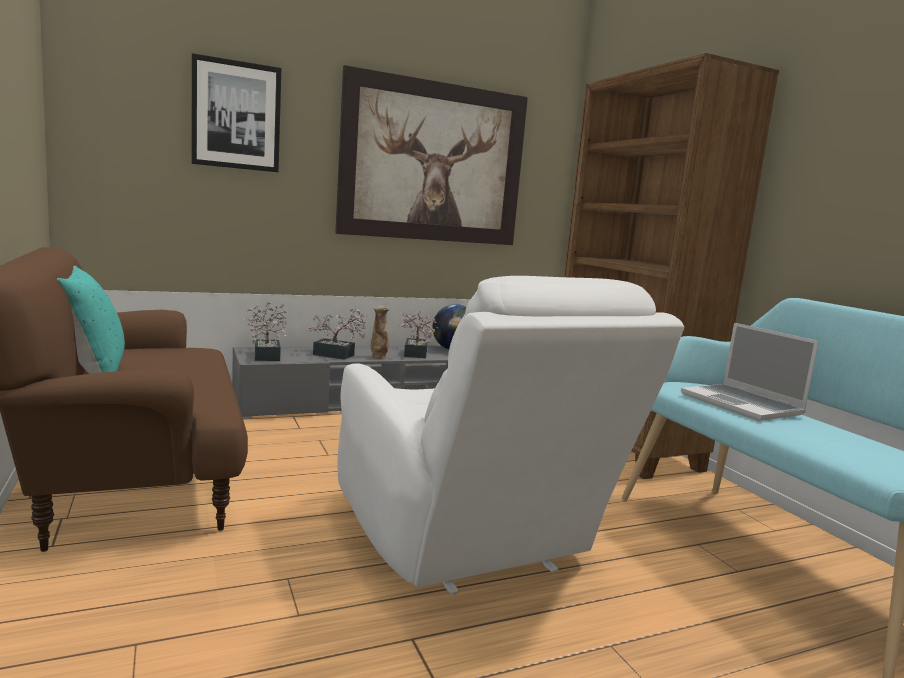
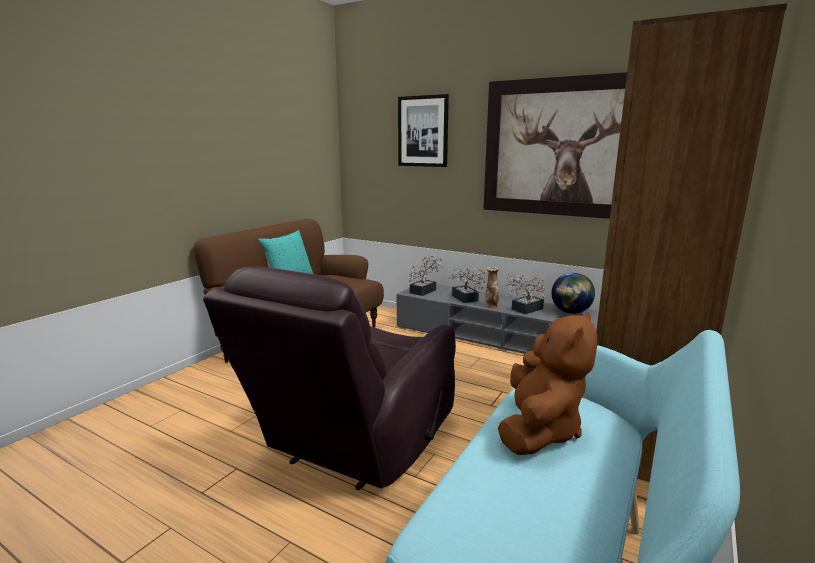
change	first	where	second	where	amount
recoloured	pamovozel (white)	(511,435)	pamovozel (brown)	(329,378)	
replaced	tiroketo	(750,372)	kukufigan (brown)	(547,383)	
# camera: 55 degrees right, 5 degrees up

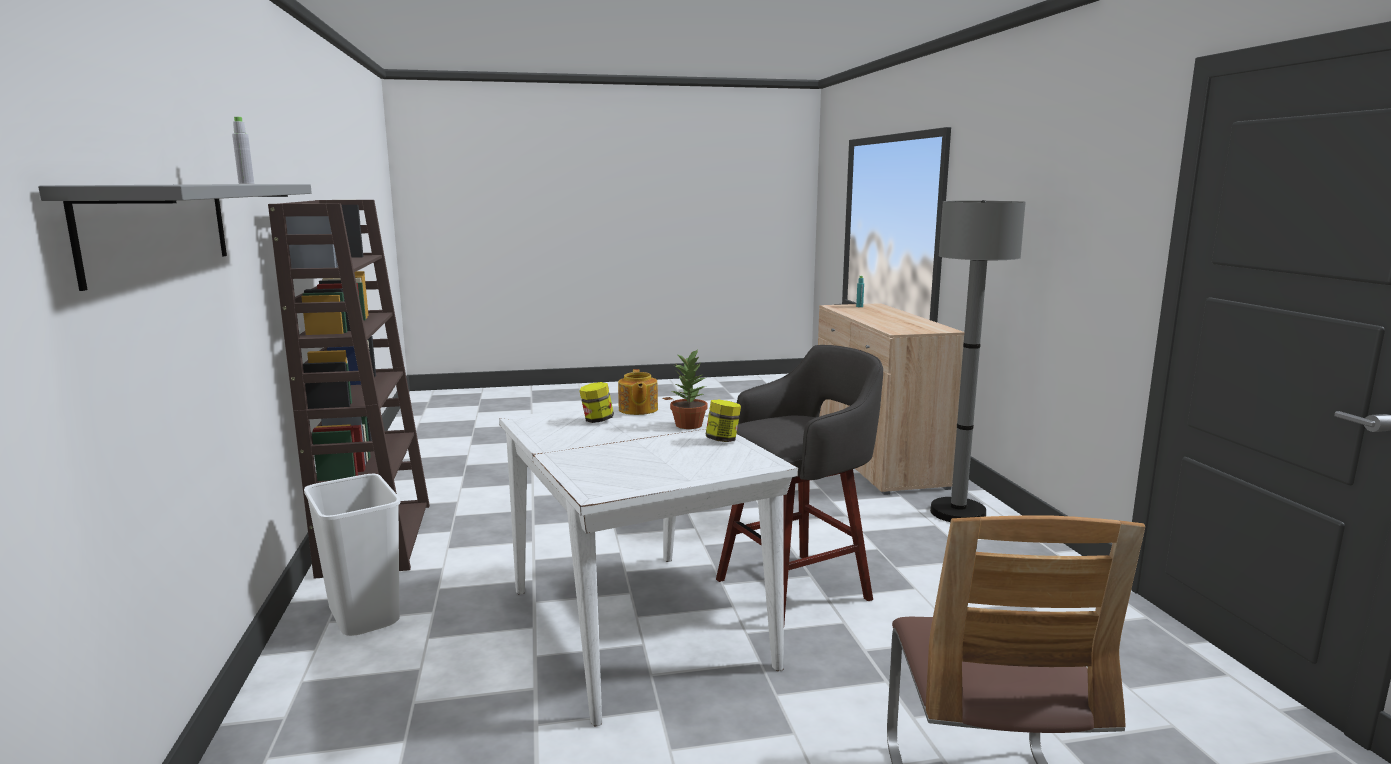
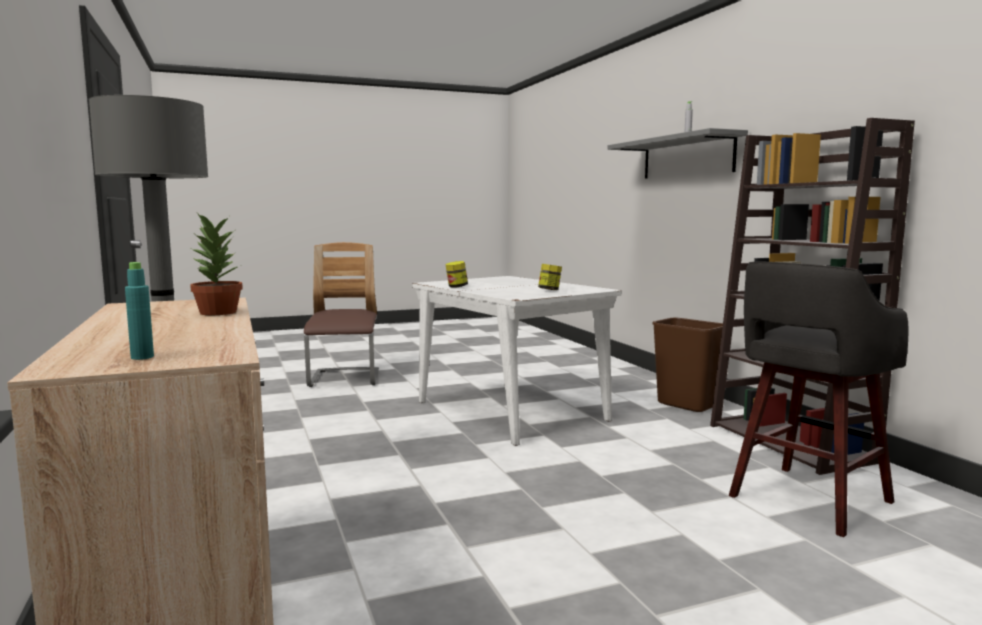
change	first	where	second	where	amount
moved	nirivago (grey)	(799,484)		(818,399)	
moved	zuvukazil	(689,389)		(216,264)	
removed	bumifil	(638,392)			
recoloured	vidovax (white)	(352,555)	vidovax (brown)	(687,365)	
# camera: 170 degrees right, 5 degrees down

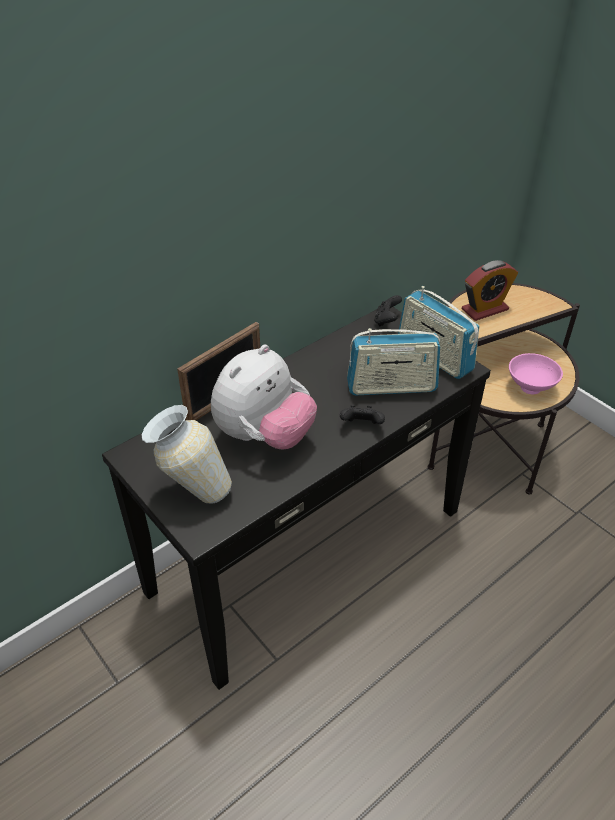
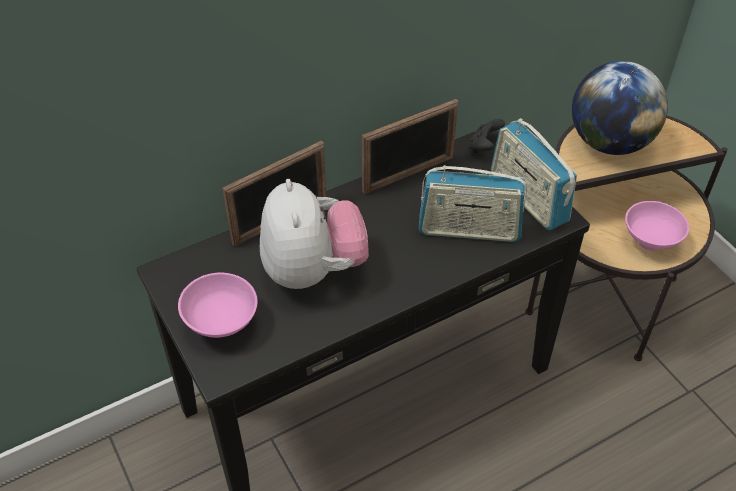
change	first	where	second	where	amount
replaced	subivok	(490,290)	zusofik	(620,108)	
turned	kukufigan	(264,397)		(314,234)	60 degrees counterclockwise
replaced	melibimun	(187,454)	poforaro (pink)	(217,305)	
removed	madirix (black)	(362,414)			
added			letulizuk	(410,146)	
# camera: 10 degrees right, 5 degrees up

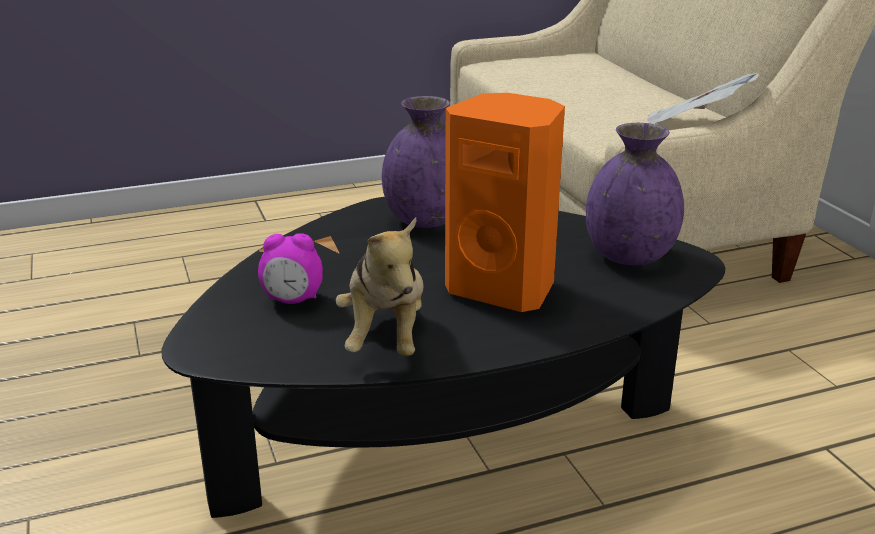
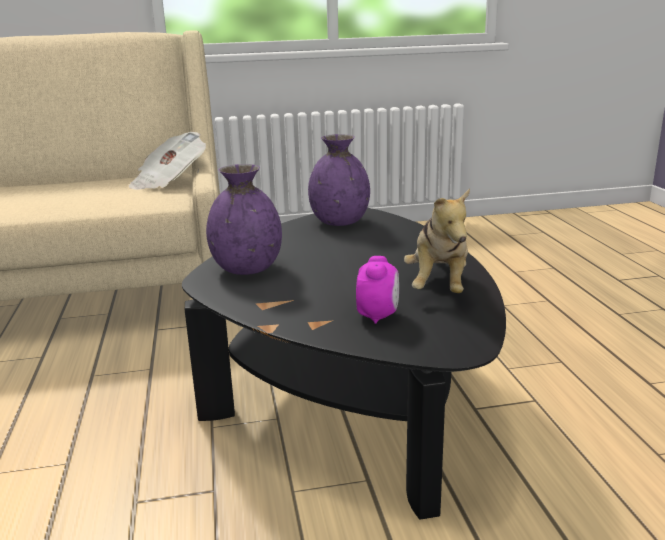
change	first	where	second	where	amount
removed	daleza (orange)	(505,202)			
turned	kukufigan	(380,287)		(437,241)	90 degrees clockwise
# camera: 80 degrees left, 5 degrees down

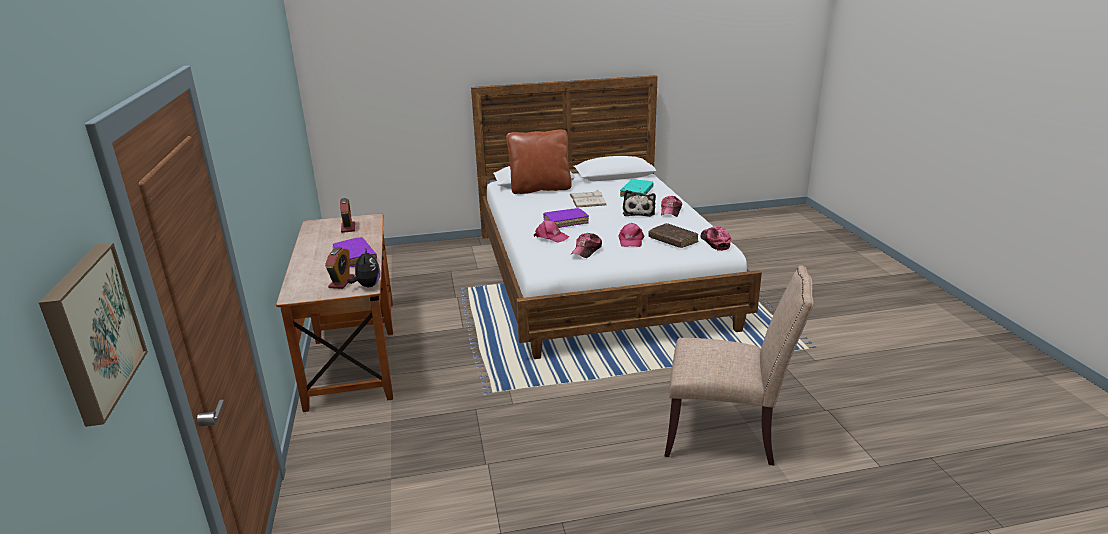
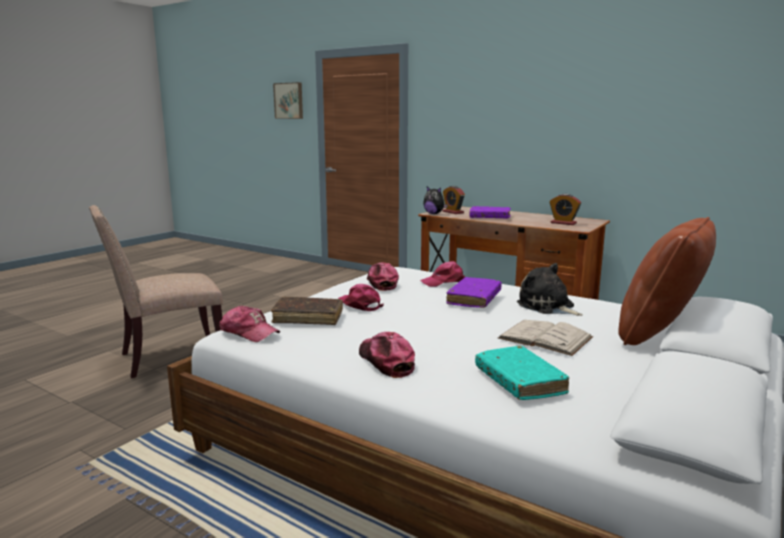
change	first	where	second	where	amount
moved	kukufigan	(639,203)		(550,289)	
# camera: 135 degrees right, 10 degrees down

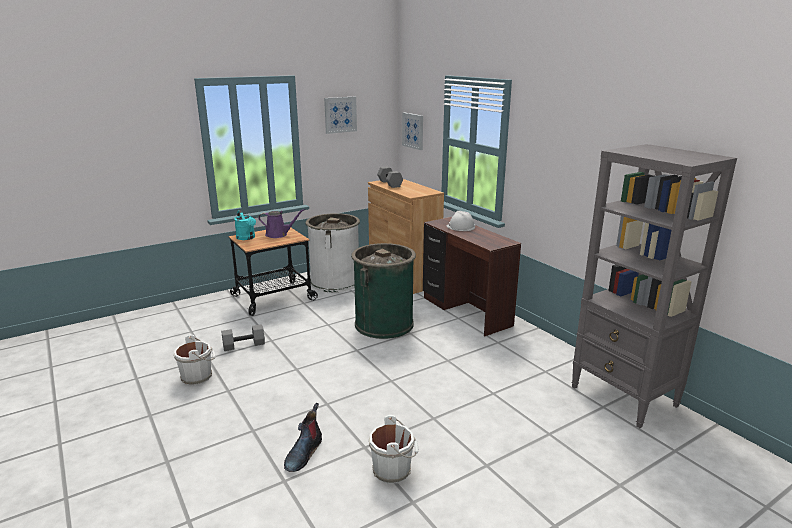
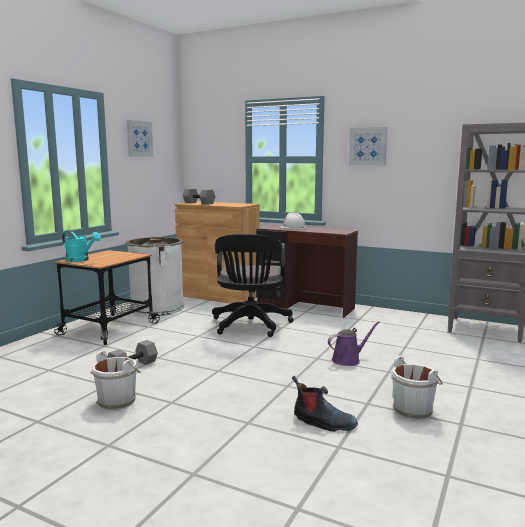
change	first	where	second	where	amount
moved	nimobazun	(412,131)		(368,146)	
moved	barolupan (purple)	(281,223)		(354,343)	
replaced	vidovax (green)	(383,291)	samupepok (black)	(253,285)	
turned	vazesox	(303,437)		(325,404)	60 degrees counterclockwise
# camera: 30 degrees left, 10 degrees down

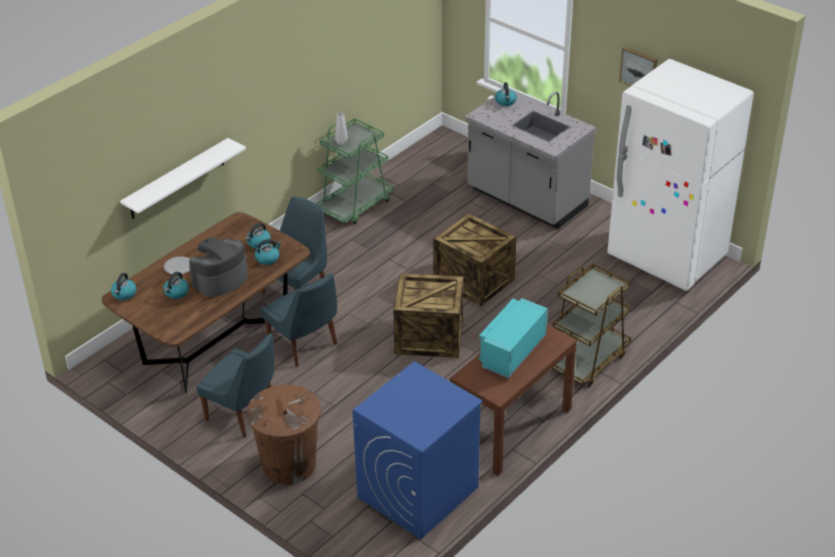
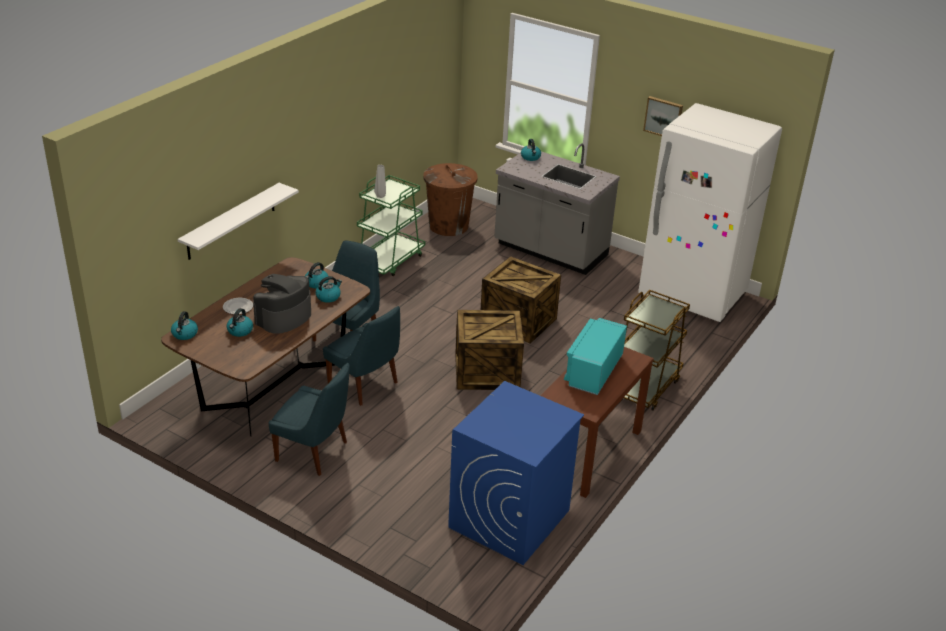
change	first	where	second	where	amount
moved	vidovax (brown)	(284,434)		(450,199)	
# camera: 10 degrees left, 5 degrees down

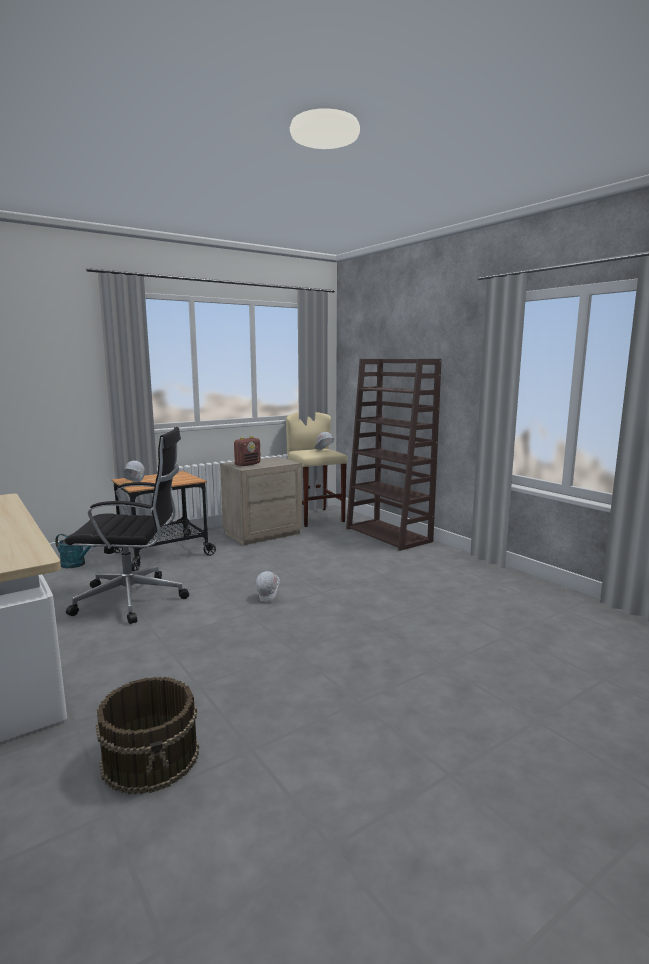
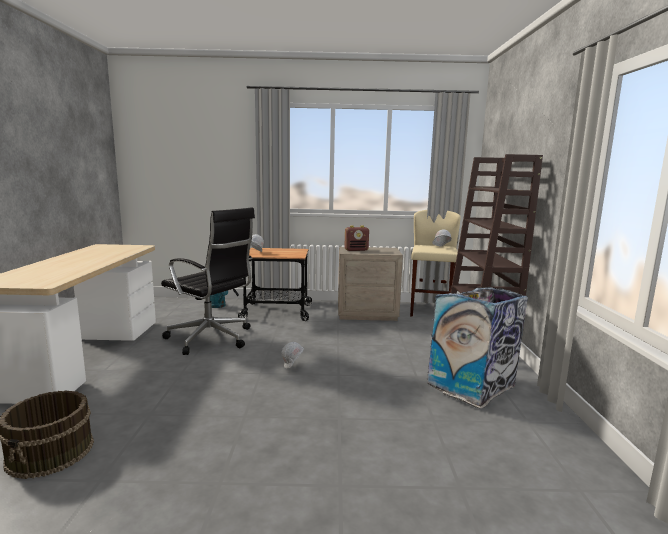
change	first	where	second	where	amount
added			vidovax	(477,348)	
# camera: 35 degrees right, 0 degrees up

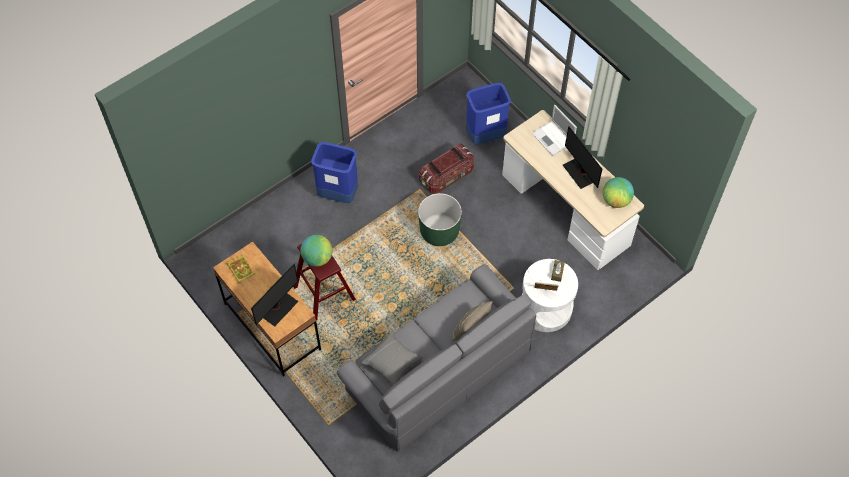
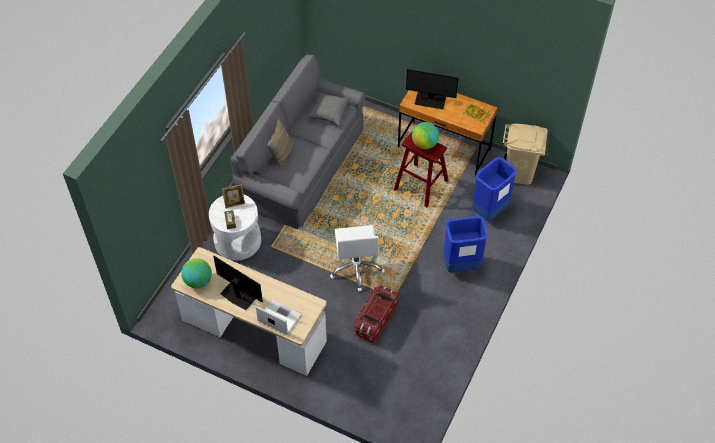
change	first	where	second	where	amount
moved	vidovax (blue)	(488,114)		(494,189)	
replaced	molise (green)	(440,219)	samupepok (white)	(357,258)	
turned	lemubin	(275,295)		(432,89)	90 degrees counterclockwise
added			vidovax (beige)	(525,154)	
# camera: 155 degrees right, 5 degrees down

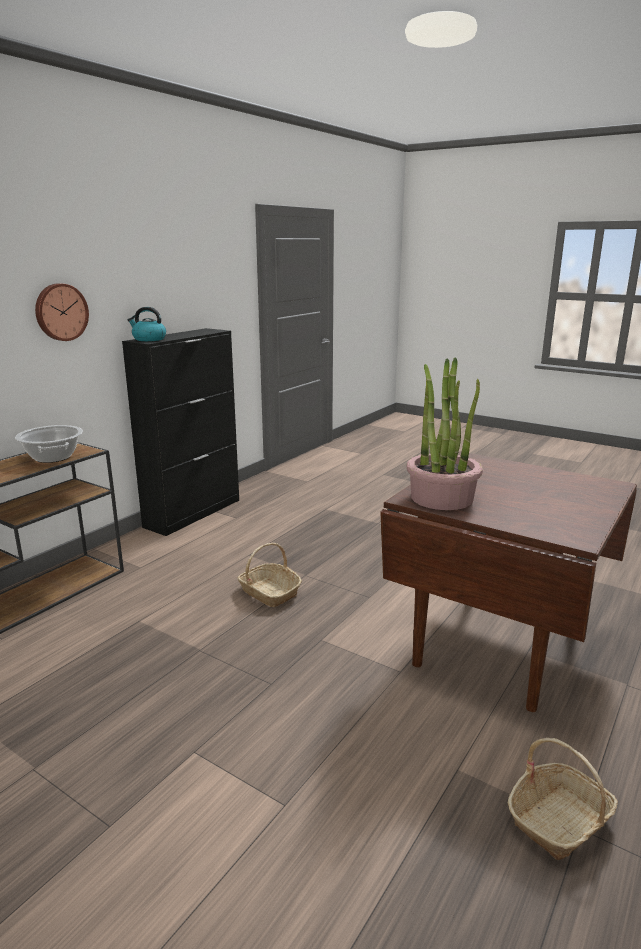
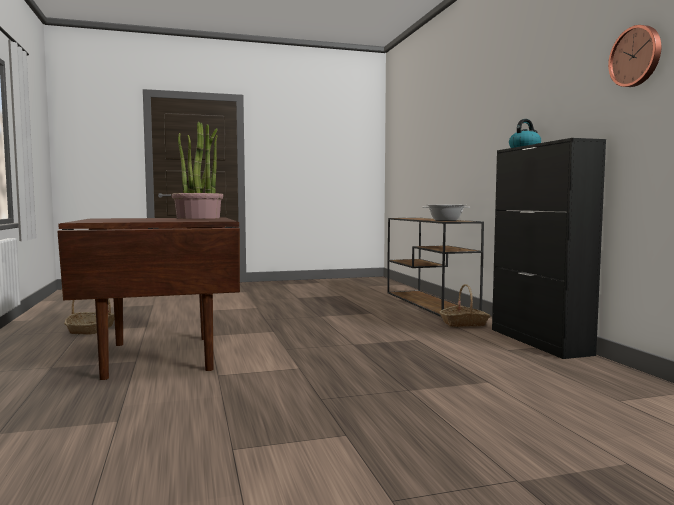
change	first	where	second	where	amount
moved	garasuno	(62,312)		(634,56)	
moved	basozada	(269,575)		(465,305)	
# camera: 130 degrees right, 15 degrees down

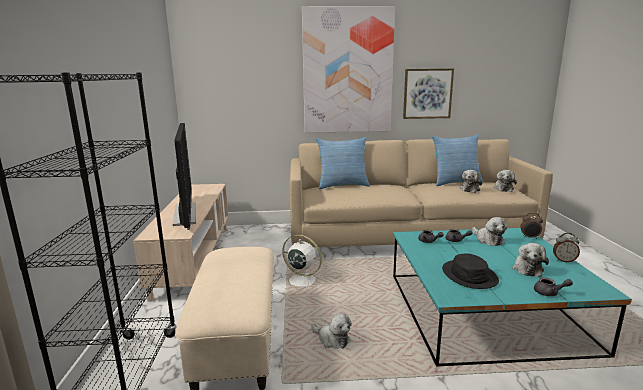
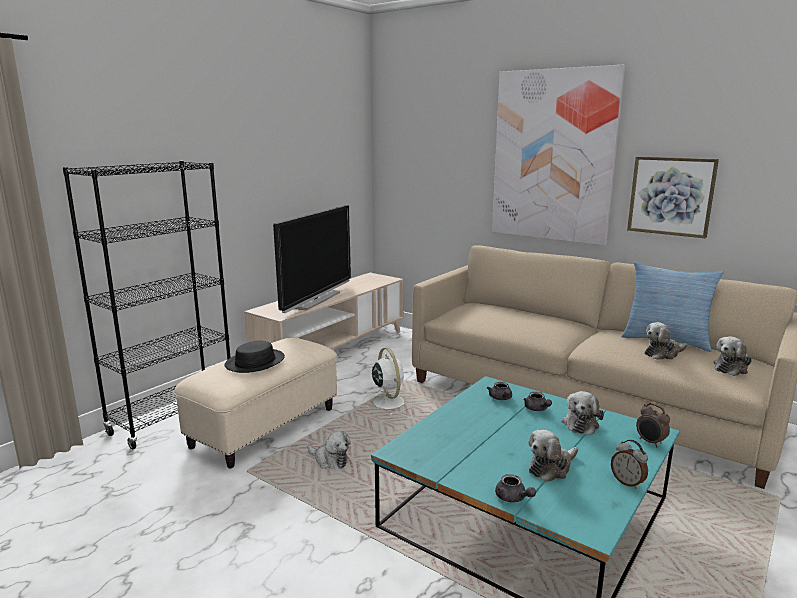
change	first	where	second	where	amount
removed	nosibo	(343,163)			
moved	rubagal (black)	(470,271)		(255,357)	
turned	kukufigan	(331,331)		(329,450)	45 degrees counterclockwise
# camera: 40 degrees right, 0 degrees up

